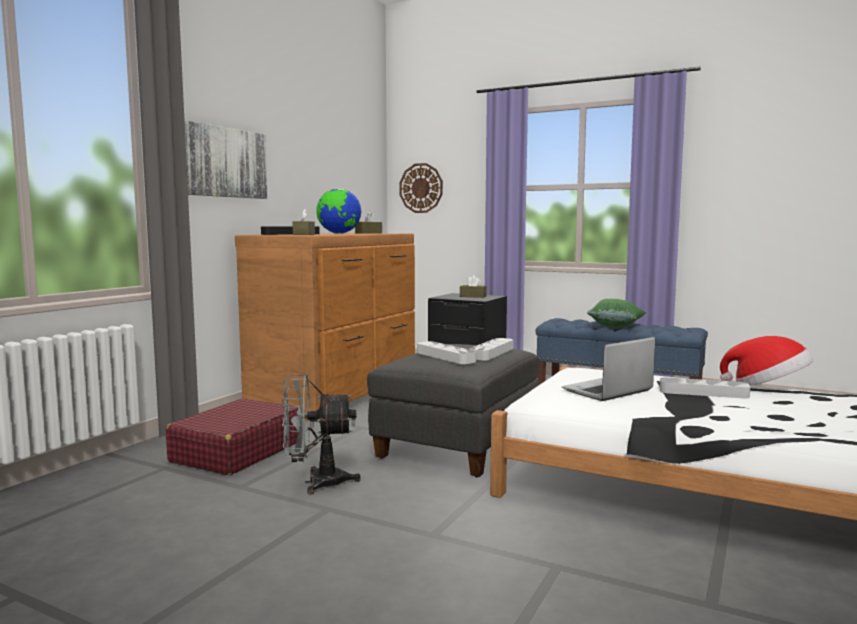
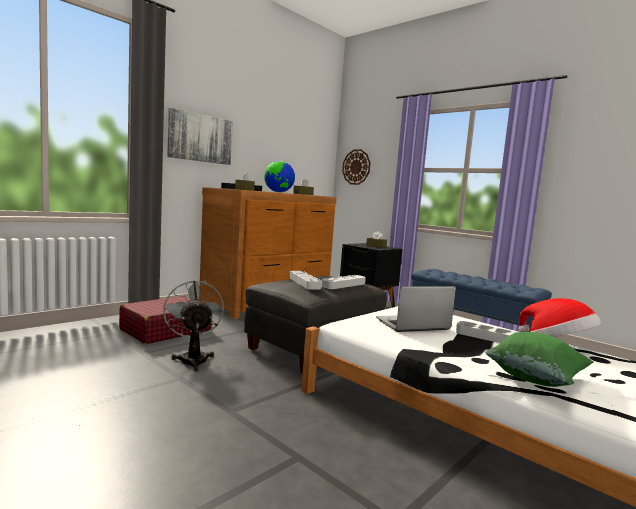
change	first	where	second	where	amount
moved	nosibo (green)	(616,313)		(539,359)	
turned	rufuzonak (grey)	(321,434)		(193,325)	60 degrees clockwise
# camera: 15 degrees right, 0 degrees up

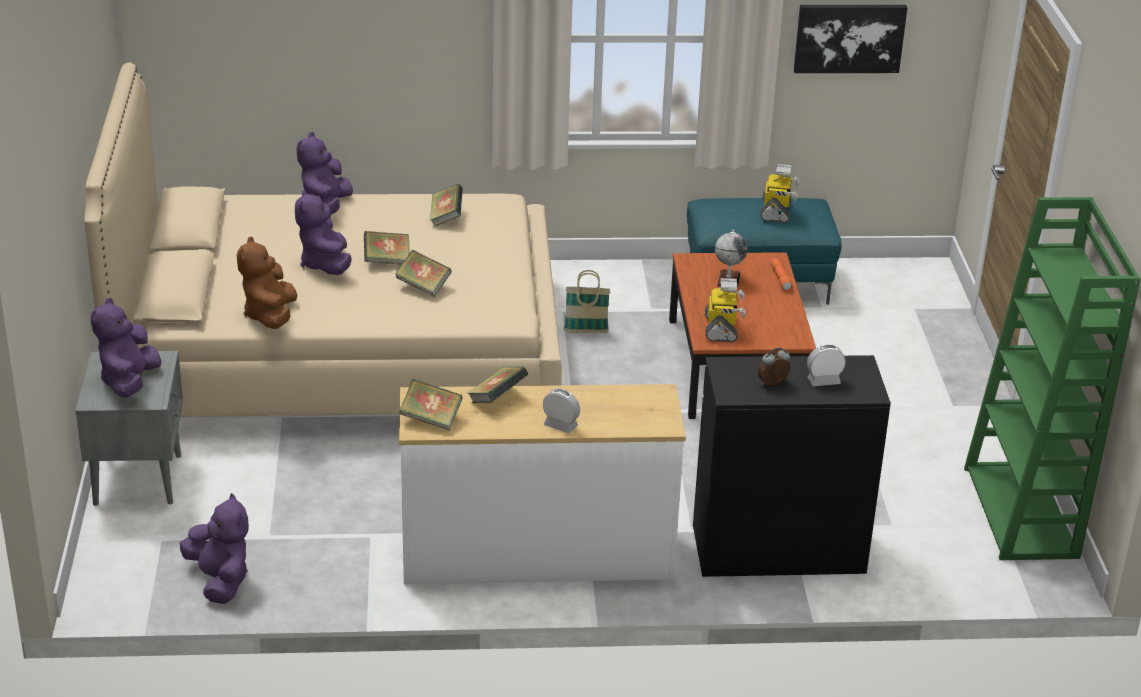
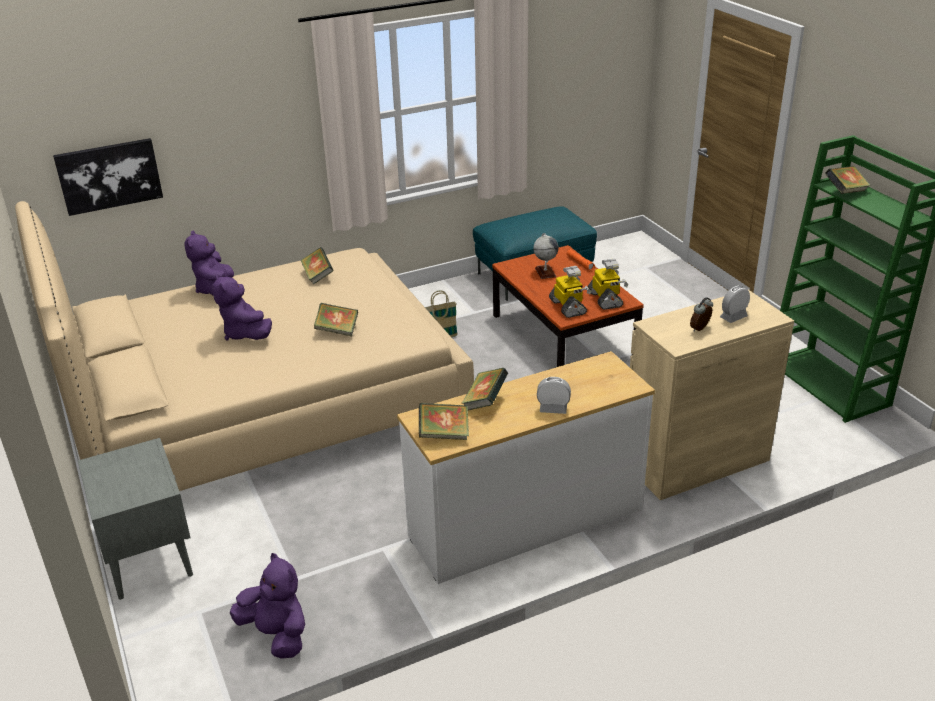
change	first	where	second	where	amount
moved	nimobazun	(850,39)		(108,177)	
moved	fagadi	(779,193)		(608,284)	
moved	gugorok	(387,248)		(848,180)	
removed	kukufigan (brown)	(267,282)			
removed	kukufigan (purple)	(126,347)			
recoloured	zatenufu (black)	(792,466)	zatenufu (beige)	(712,395)	
# camera: 20 degrees left, 0 degrees up

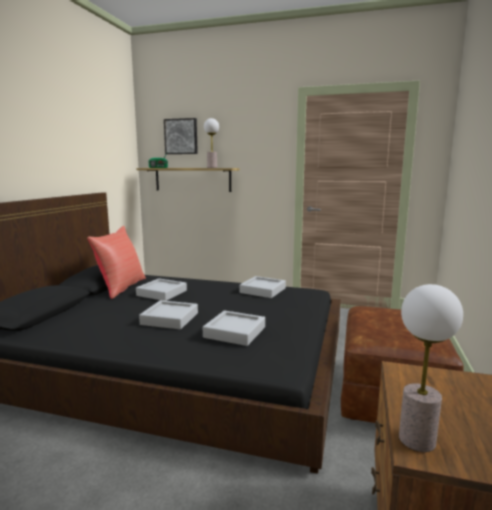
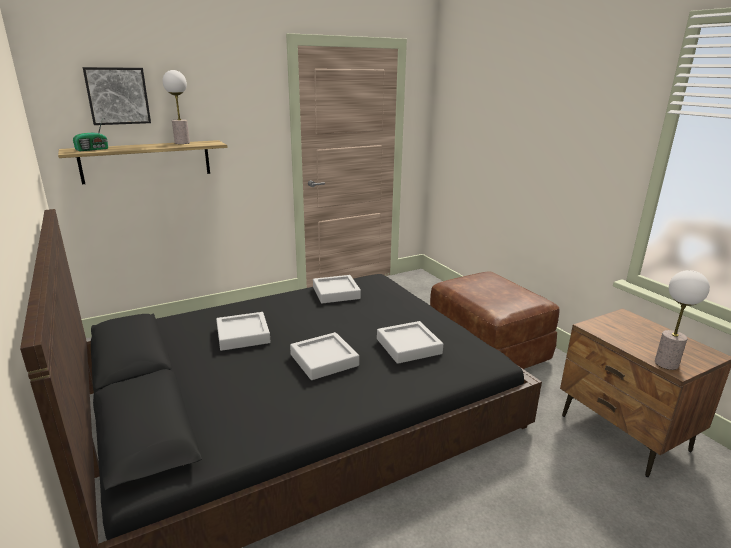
change	first	where	second	where	amount
removed	nosibo (red)	(116,262)			
# camera: 45 degrees left, 10 degrees up

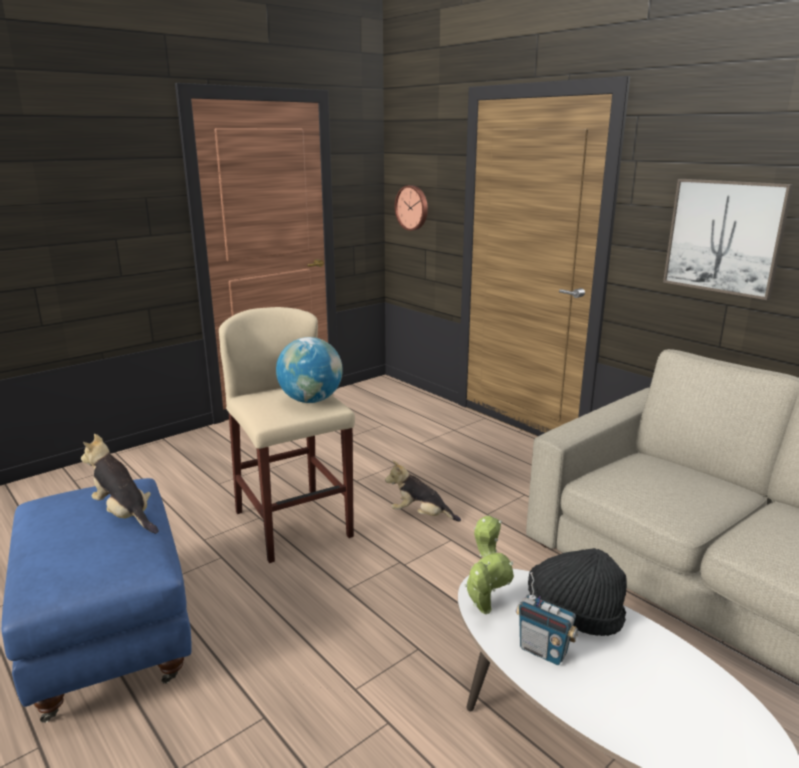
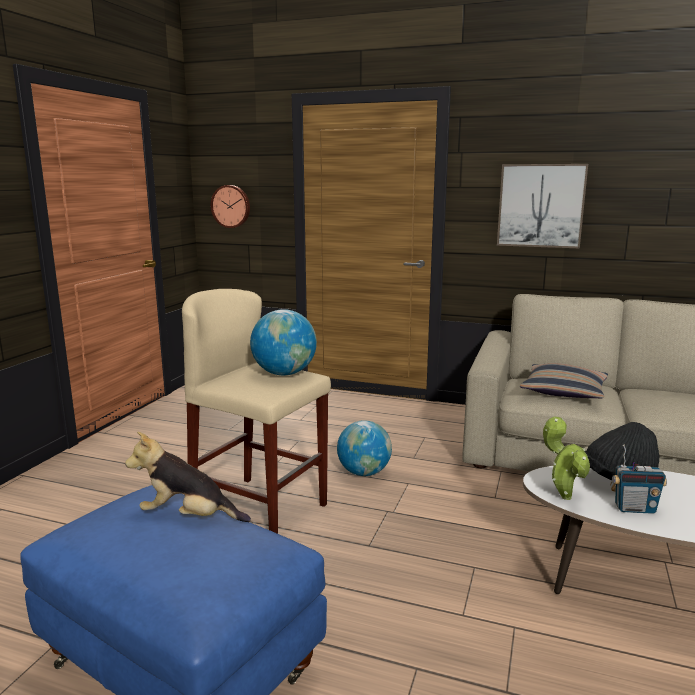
change	first	where	second	where	amount
replaced	kukufigan	(423,491)	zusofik	(364,448)	
added			nosibo	(564,380)	
# camera: 30 degrees left, 5 degrees down

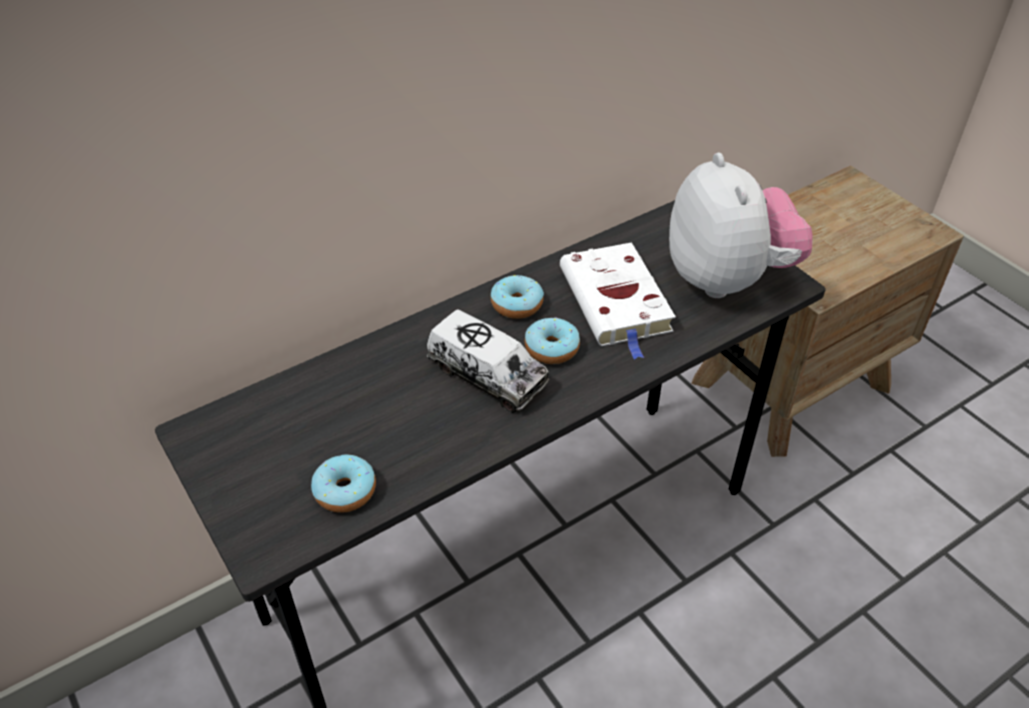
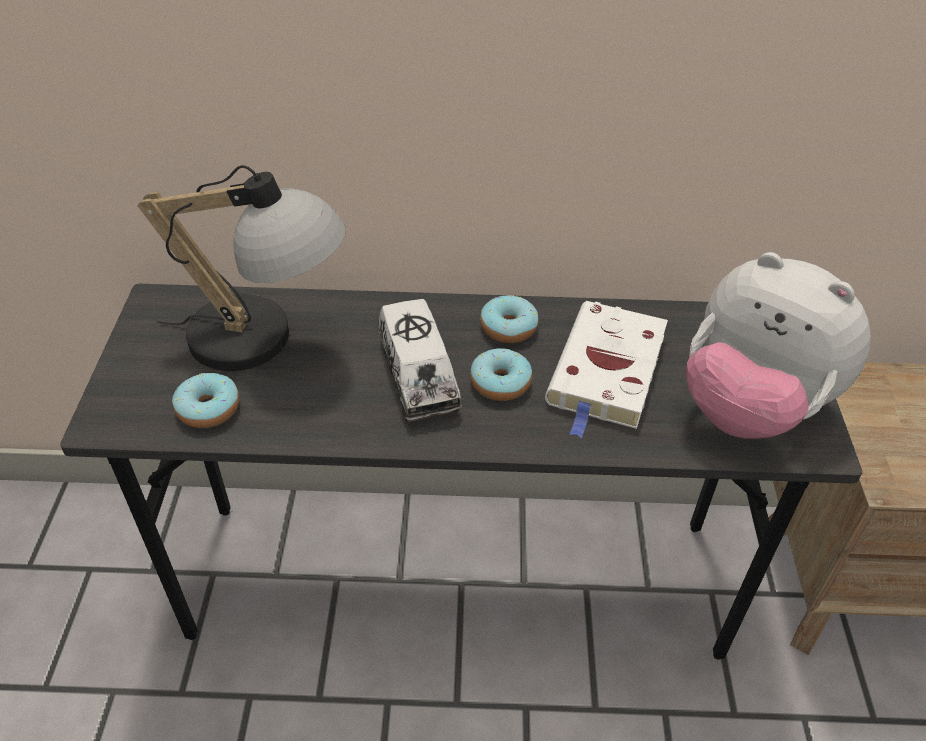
change	first	where	second	where	amount
turned	kukufigan	(741,225)		(778,345)	105 degrees clockwise
added			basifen	(241,268)	
# camera: 35 degrees right, 0 degrees up

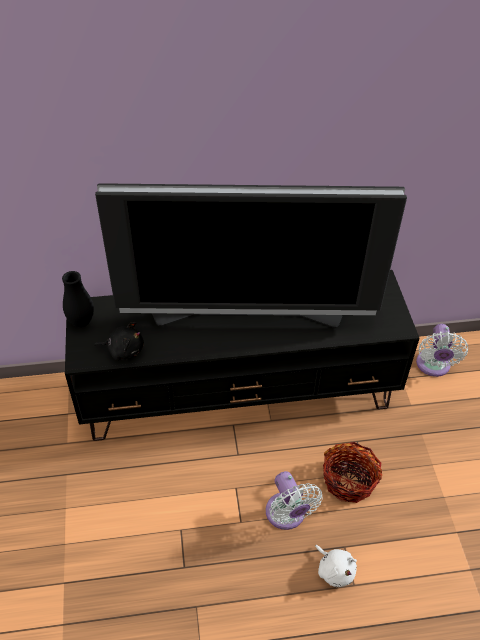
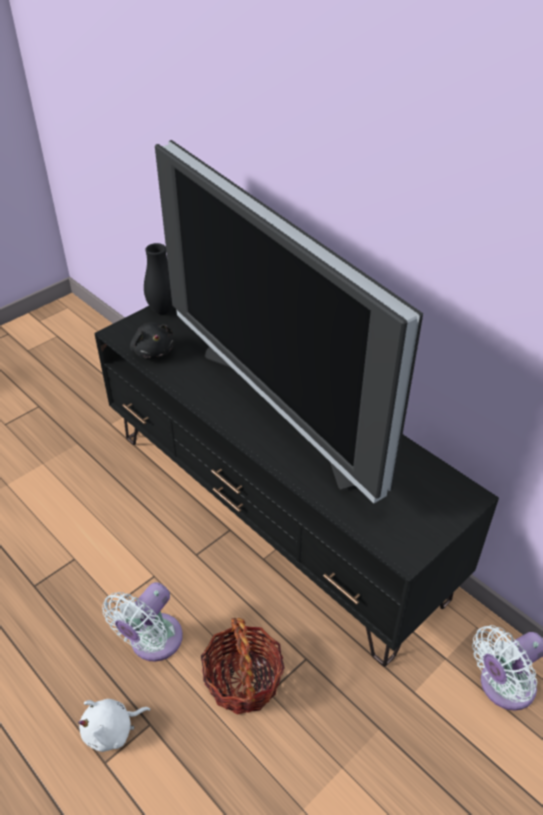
change	first	where	second	where	amount
turned	kukufigan (white)	(336,566)		(114,725)	45 degrees clockwise
# camera: 55 degrees right, 5 degrees down

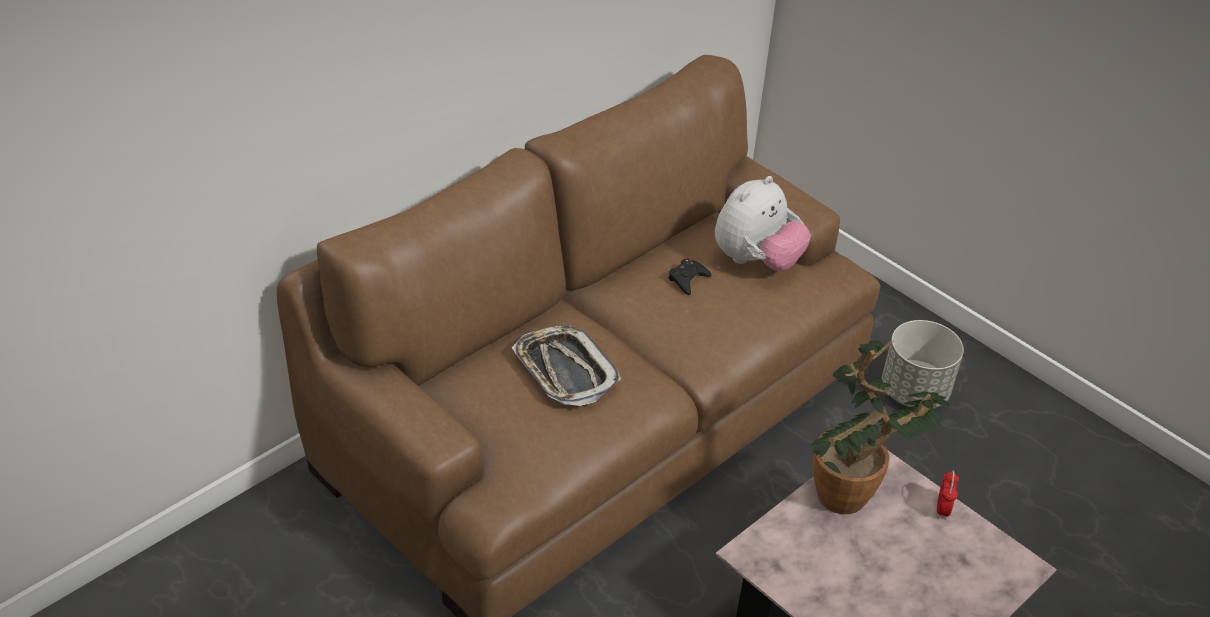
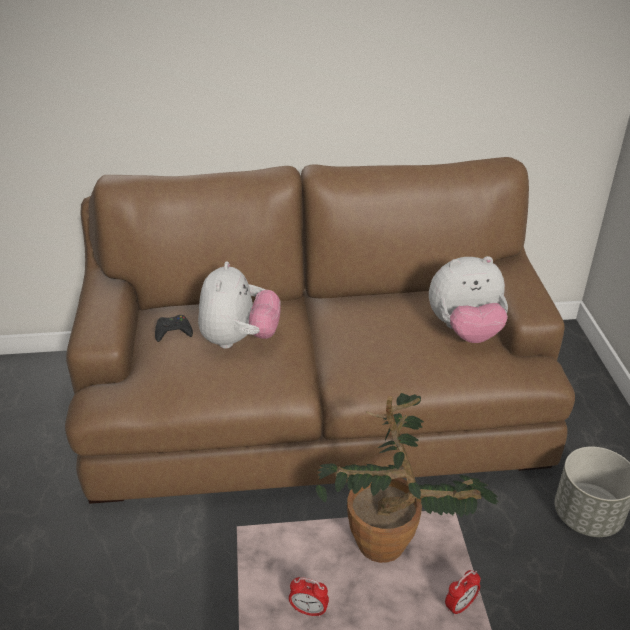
change	first	where	second	where	amount
moved	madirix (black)	(689,276)		(174,328)	
replaced	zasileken	(566,365)	kukufigan	(239,305)	
added			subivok	(309,597)	
# camera: 40 degrees right, 5 degrees down

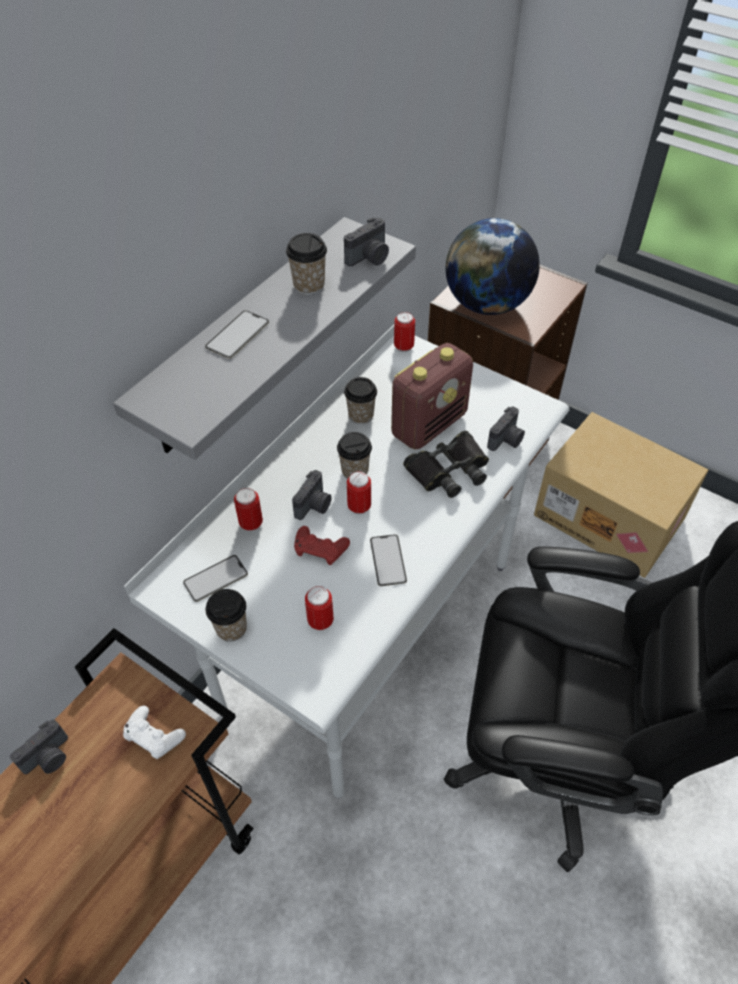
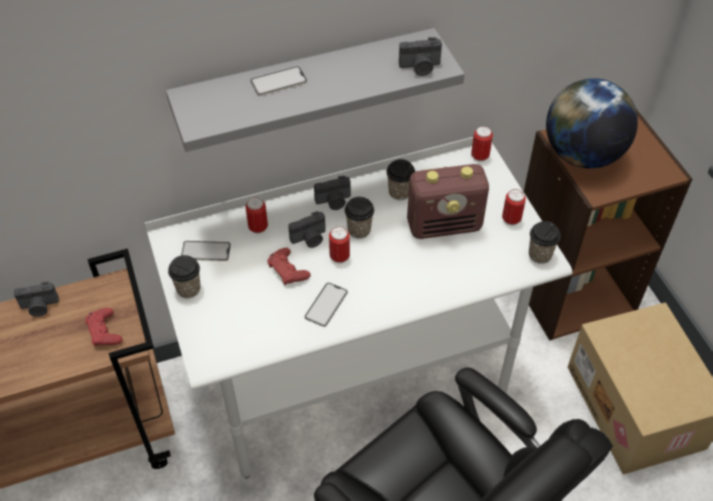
change	first	where	second	where	amount
moved	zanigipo	(306,264)		(545,242)	
moved	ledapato	(506,428)		(332,193)	
removed	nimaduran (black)	(446,464)			
moved	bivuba	(319,608)		(514,207)	
recoloured	madirix (white)	(154,732)	madirix (red)	(104,327)	
# camera: 35 degrees right, 0 degrees up

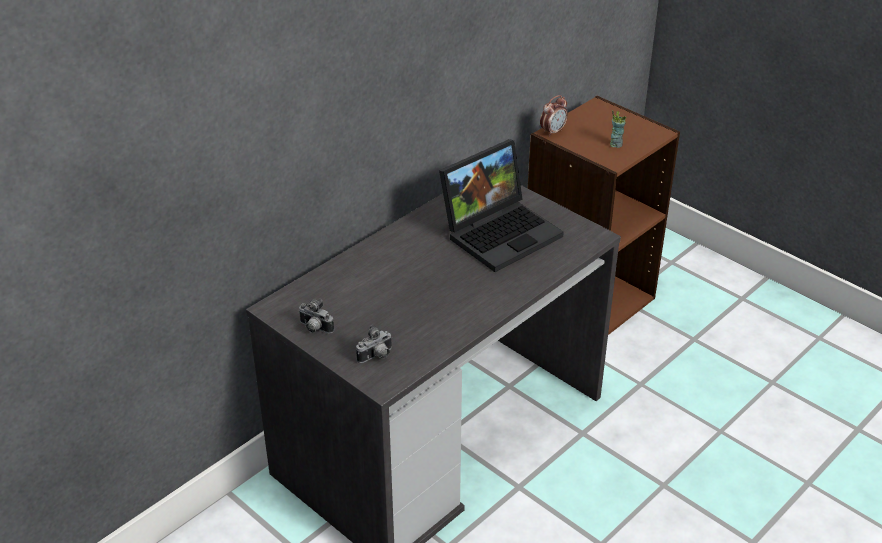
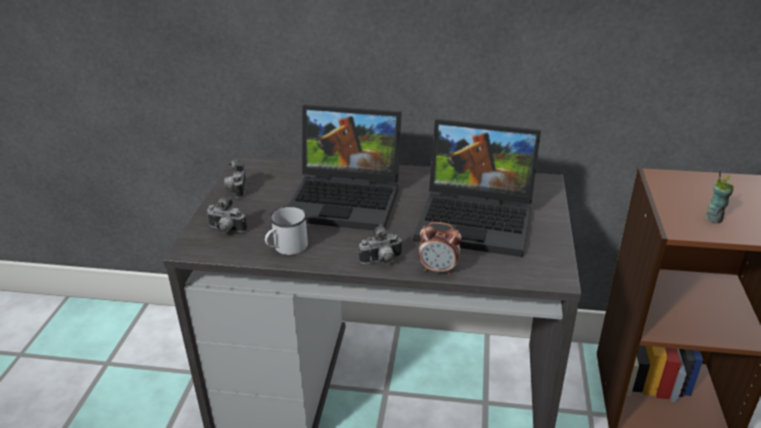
change	first	where	second	where	amount
moved	subivok	(554,116)		(440,248)	
added			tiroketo	(345,167)	
added			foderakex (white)	(286,230)	
added			ledapato	(381,244)	
# camera: 55 degrees right, 5 degrees down

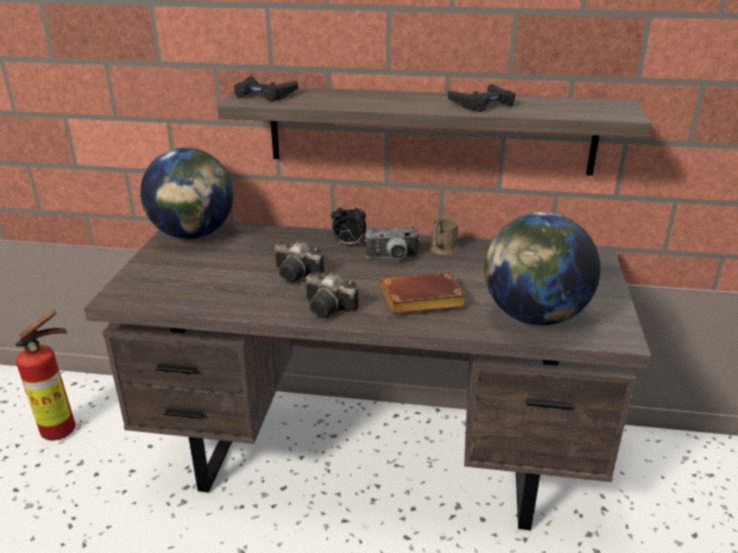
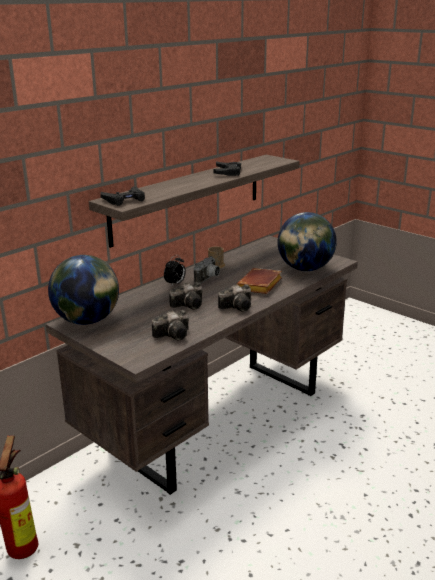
change	first	where	second	where	amount
added			ledapato	(170,325)	
# camera: 55 degrees left, 5 degrees down

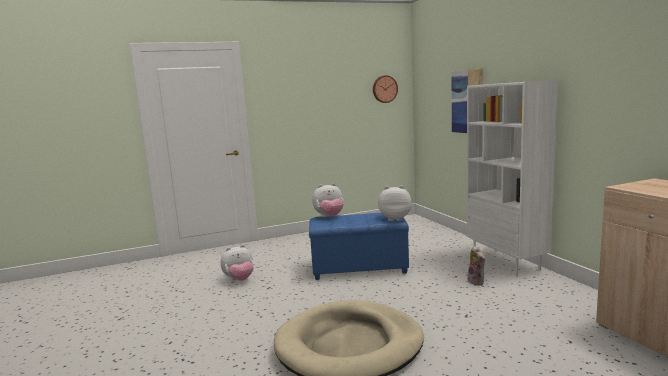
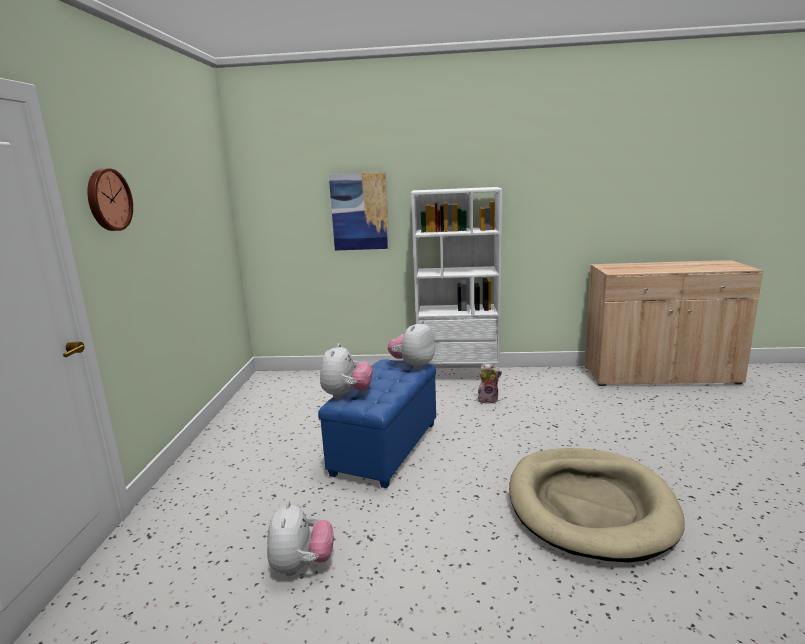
change	first	where	second	where	amount
moved	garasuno	(385,89)		(110,199)	
# camera: 65 degrees left, 5 degrees up

